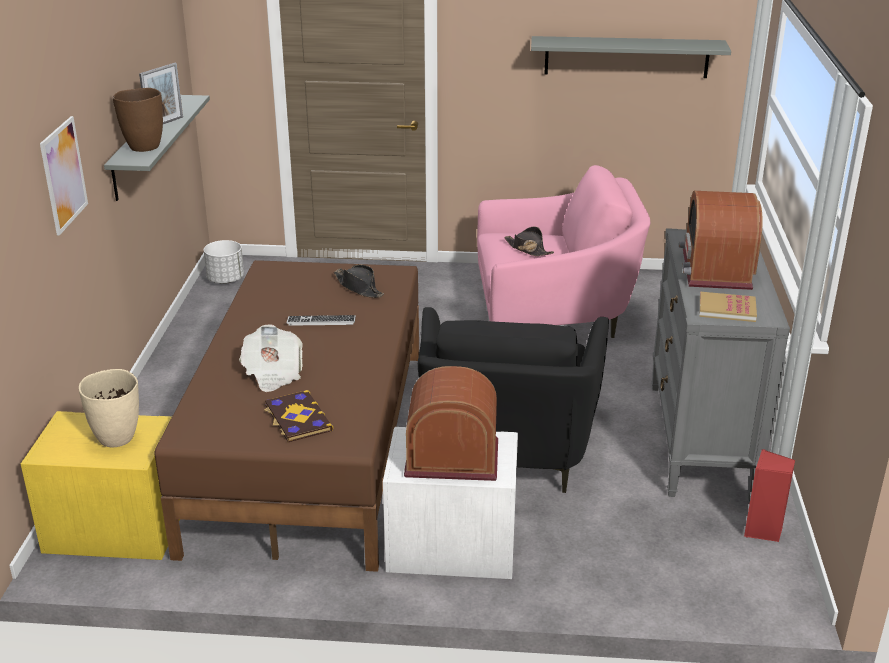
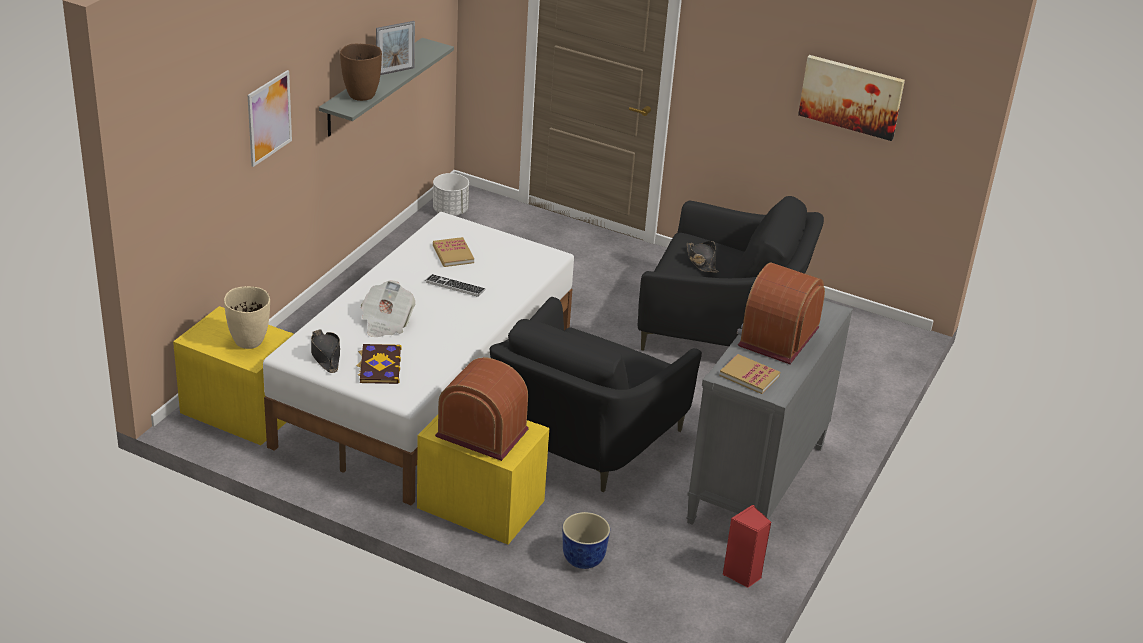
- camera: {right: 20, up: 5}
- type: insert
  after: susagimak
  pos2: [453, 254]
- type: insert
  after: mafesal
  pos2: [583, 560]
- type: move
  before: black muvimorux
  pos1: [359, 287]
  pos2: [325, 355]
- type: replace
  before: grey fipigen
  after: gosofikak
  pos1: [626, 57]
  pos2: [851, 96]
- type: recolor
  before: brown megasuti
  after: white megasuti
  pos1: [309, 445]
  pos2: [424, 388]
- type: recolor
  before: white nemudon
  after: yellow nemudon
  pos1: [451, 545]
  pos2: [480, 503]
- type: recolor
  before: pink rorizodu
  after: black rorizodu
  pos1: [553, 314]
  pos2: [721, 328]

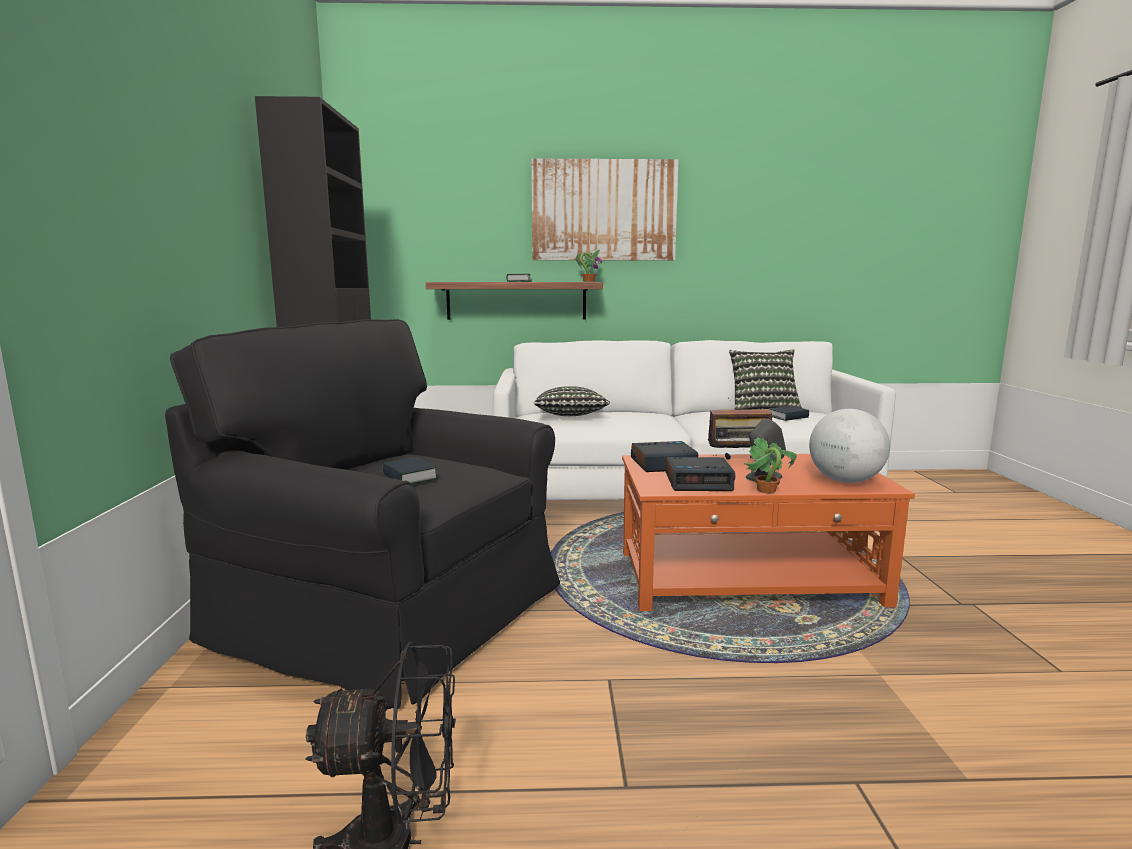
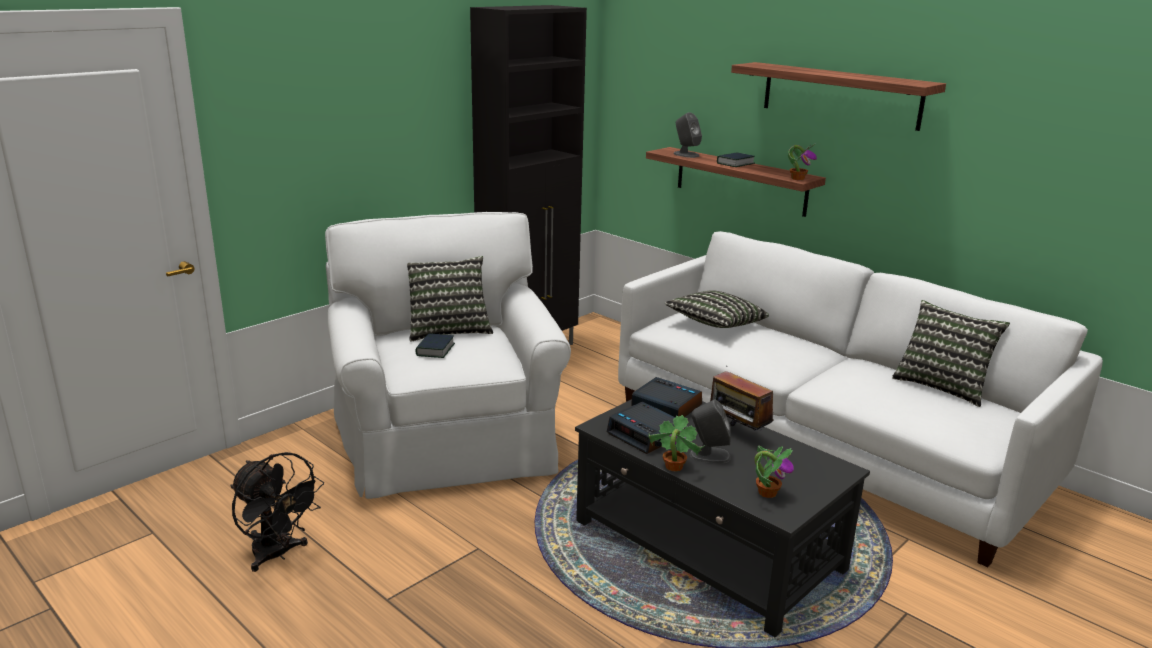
- camera: {right: 45, up: 10}
- type: delete
  before: susagimak
  pos1: [788, 417]
- type: insert
  after: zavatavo
  pos2: [448, 330]
- type: insert
  after: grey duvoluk
  pos2: [686, 154]
- type: replace
  before: gosofikak
  after: fipigen
  pos1: [604, 210]
  pos2: [840, 95]
- type: replace
  before: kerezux
  after: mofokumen
  pos1: [845, 481]
  pos2: [767, 492]
- type: recolor
  before: black rorizodu
  after: white rorizodu
  pos1: [395, 610]
  pos2: [447, 439]
- type: recolor
  before: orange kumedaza
  after: black kumedaza
  pos1: [748, 579]
  pos2: [708, 546]

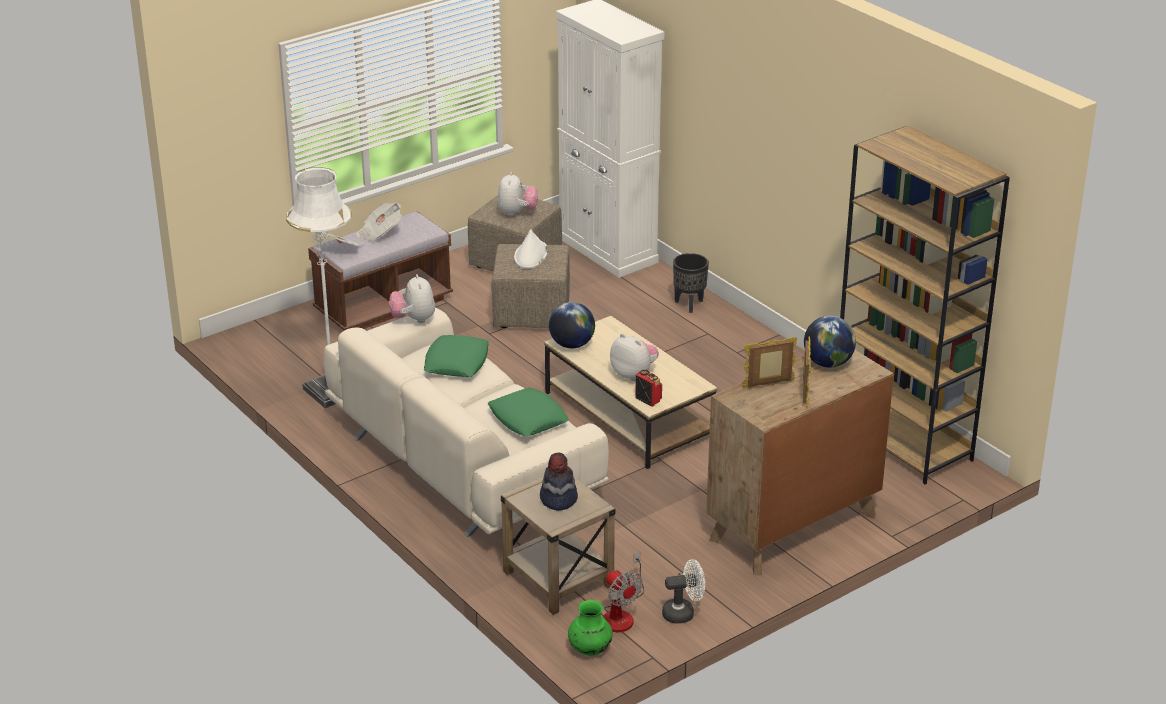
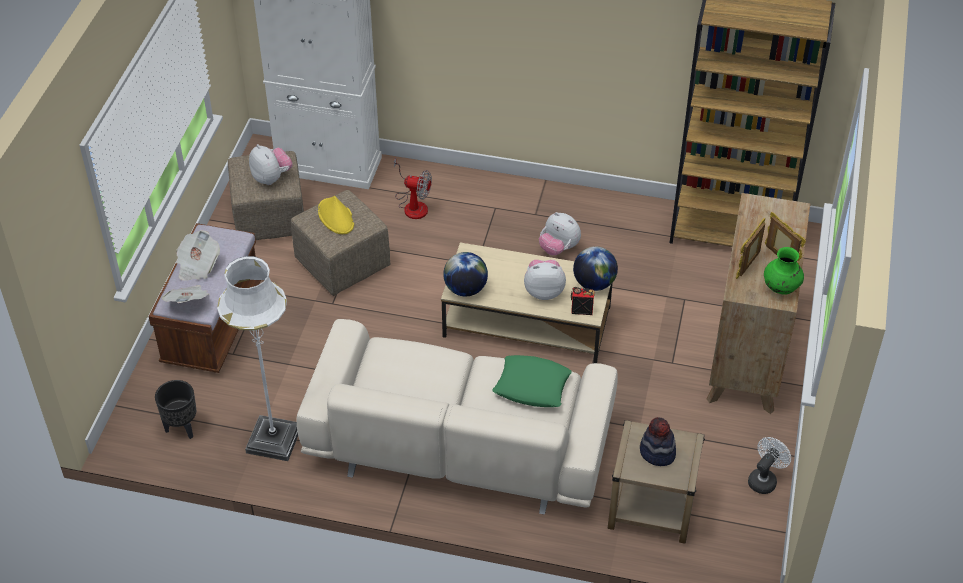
- camera: {right: -40, up: 15}
- type: delete
  before: green zavatavo
  pos1: [456, 363]
- type: move
  before: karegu
  pos1: [413, 319]
  pos2: [558, 248]
- type: move
  before: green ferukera
  pos1: [589, 649]
  pos2: [781, 288]
- type: move
  before: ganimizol
  pos1: [621, 614]
  pos2: [413, 204]
- type: move
  before: black mafesal
  pos1: [689, 304]
  pos2: [181, 428]
- type: move
  before: kerezux
  pos1: [828, 363]
  pos2: [594, 283]
- type: recolor
  before: white muvimorux
  after: yellow muvimorux
  pos1: [531, 255]
  pos2: [336, 217]

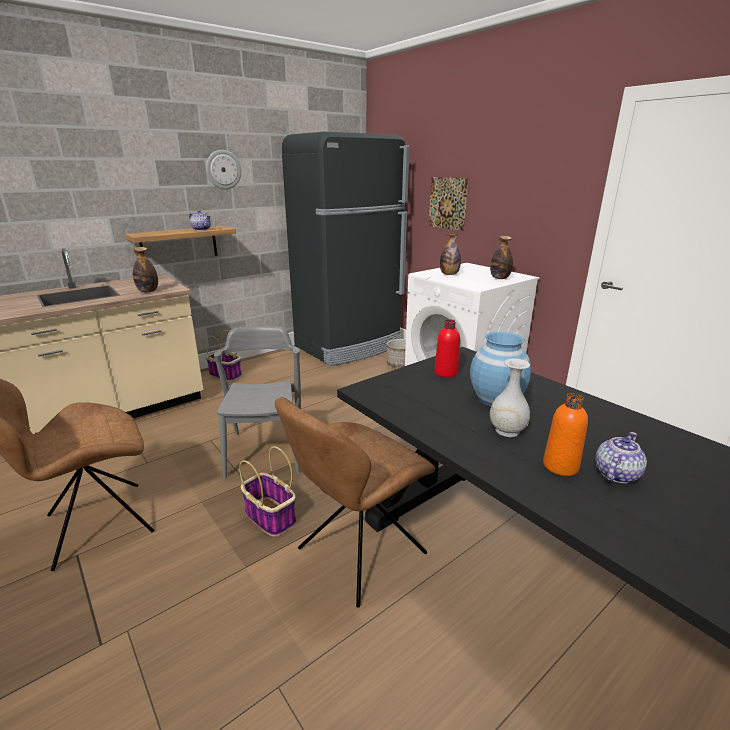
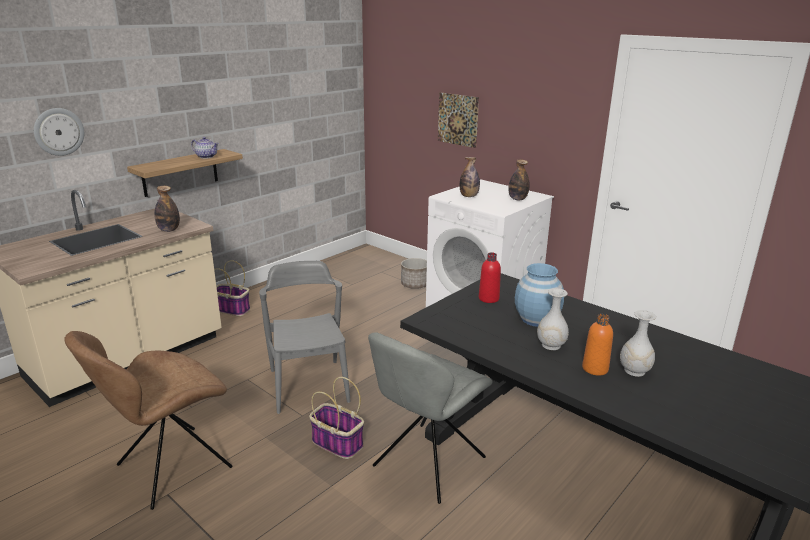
- camera: {right: -10, up: 0}
- type: delete
  before: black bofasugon
  pos1: [349, 346]
- type: move
  before: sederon
  pos1: [223, 169]
  pos2: [58, 131]
- type: replace
  before: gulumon
  after: white ferukera
  pos1: [615, 474]
  pos2: [634, 371]
- type: recolor
  before: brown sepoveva
  after: grey sepoveva
  pos1: [358, 553]
  pos2: [426, 464]

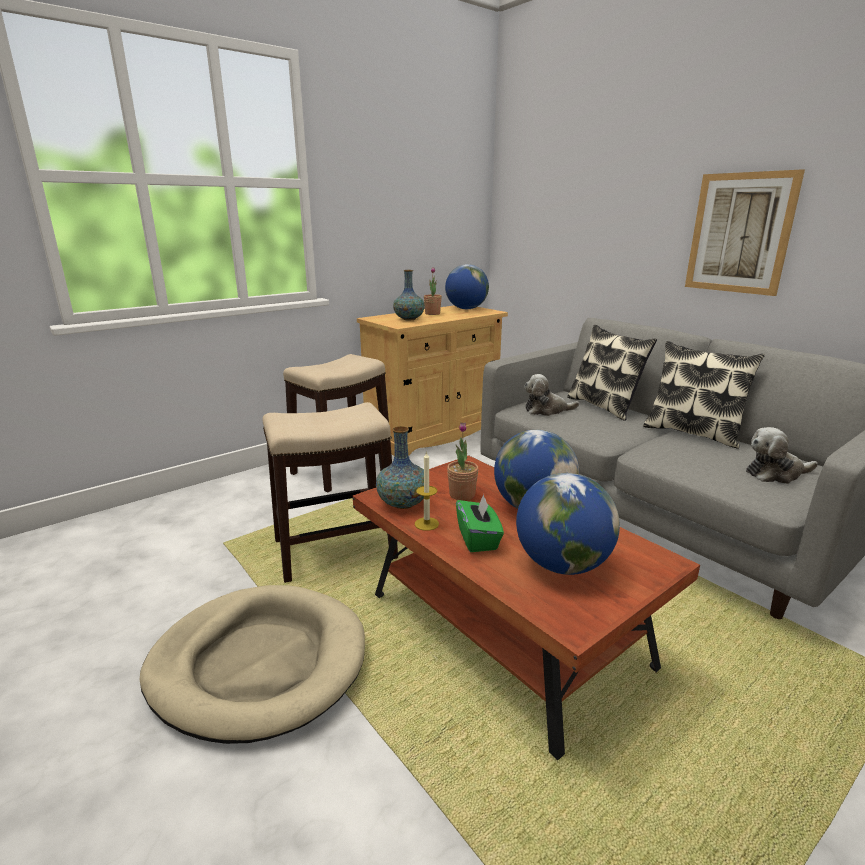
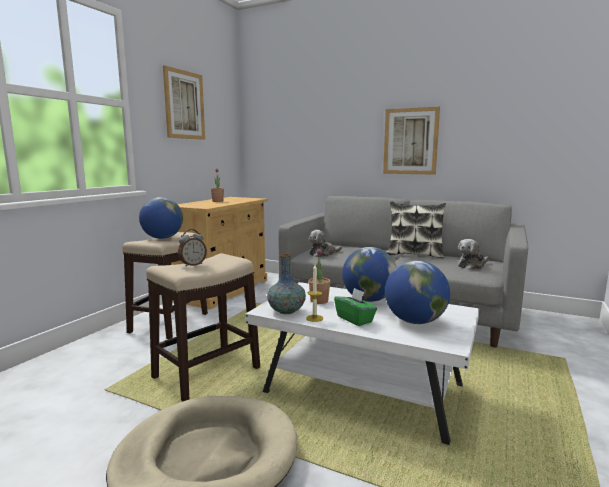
- camera: {right: -25, up: -10}
- type: delete
  before: ferukera
  pos1: [409, 319]
- type: delete
  before: zavatavo
  pos1: [604, 406]
- type: insert
  after: gosofikak
  pos2: [184, 105]
- type: insert
  after: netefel
  pos2: [192, 265]
- type: move
  before: kerezux
  pos1: [466, 309]
  pos2: [162, 238]
- type: recolor
  before: brown kumedaza
  after: white kumedaza
  pos1: [503, 631]
  pos2: [363, 390]

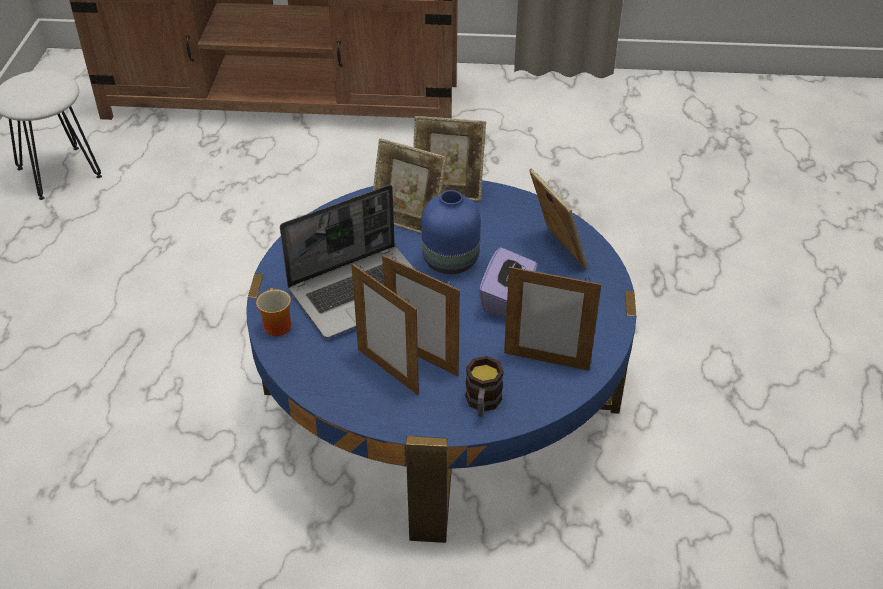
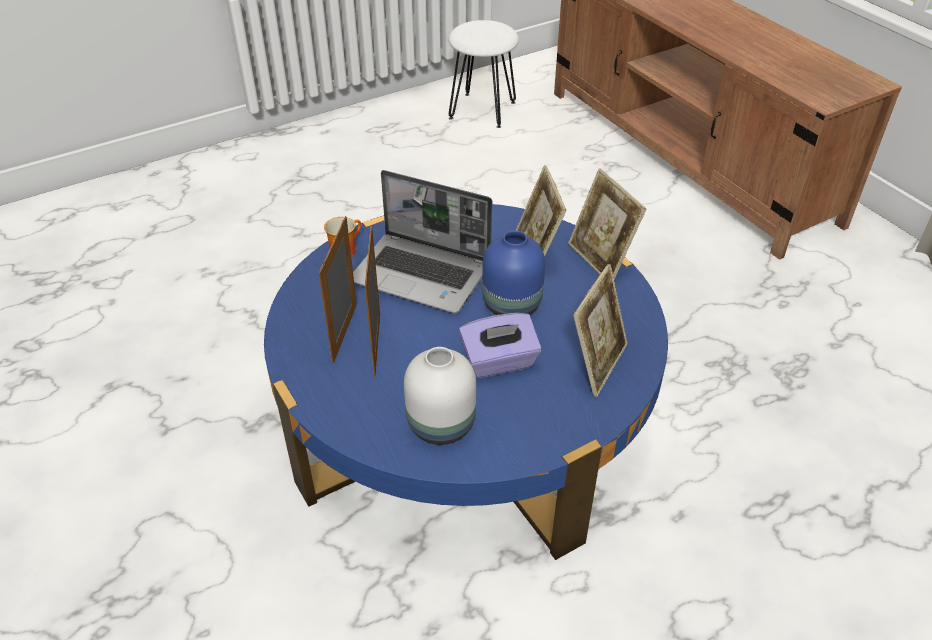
- camera: {right: 55, up: 0}
- type: delete
  before: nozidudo
  pos1: [482, 404]
- type: replace
  before: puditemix
  after: white ferukera
  pos1: [546, 361]
  pos2: [443, 425]

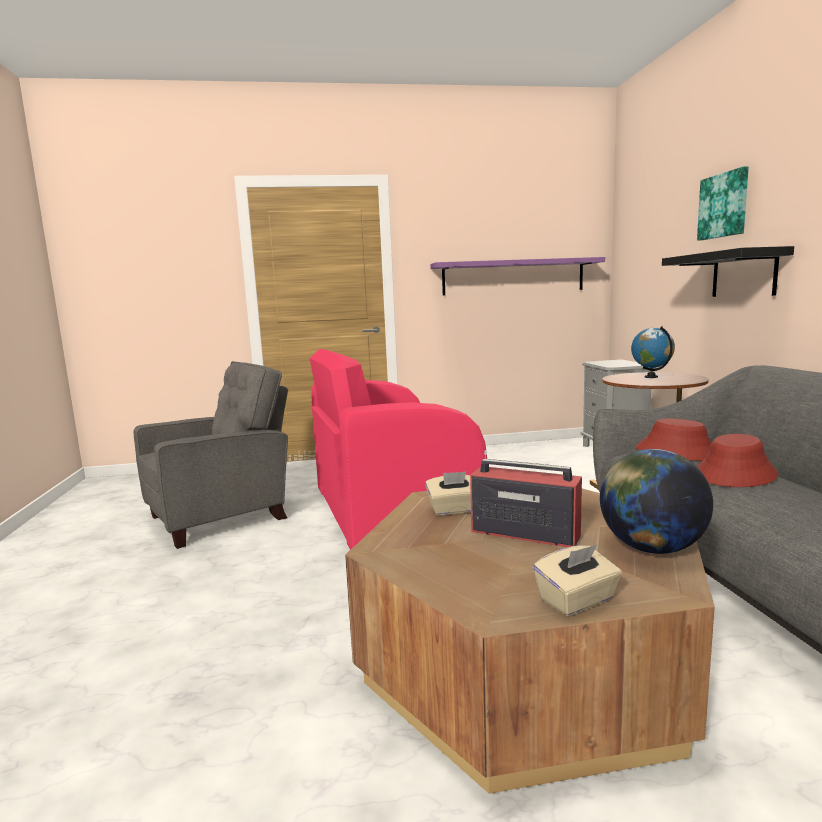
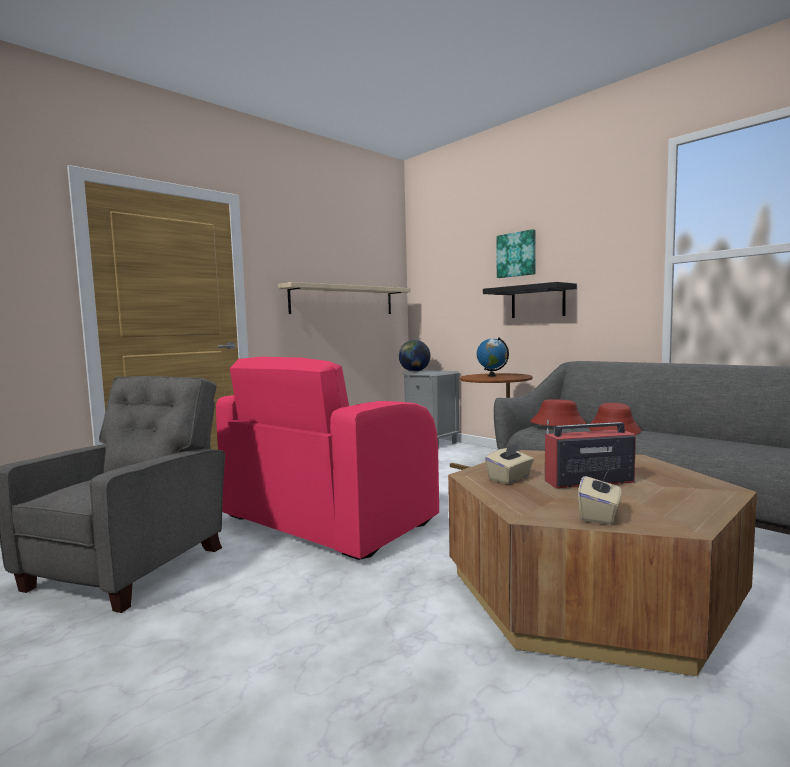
- camera: {right: -35, up: -5}
- type: move
  before: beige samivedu
  pos1: [577, 600]
  pos2: [599, 515]
- type: move
  before: kerezux
  pos1: [651, 548]
  pos2: [414, 371]
- type: recolor
  before: purple fipigen
  after: beige fipigen
  pos1: [513, 277]
  pos2: [343, 300]

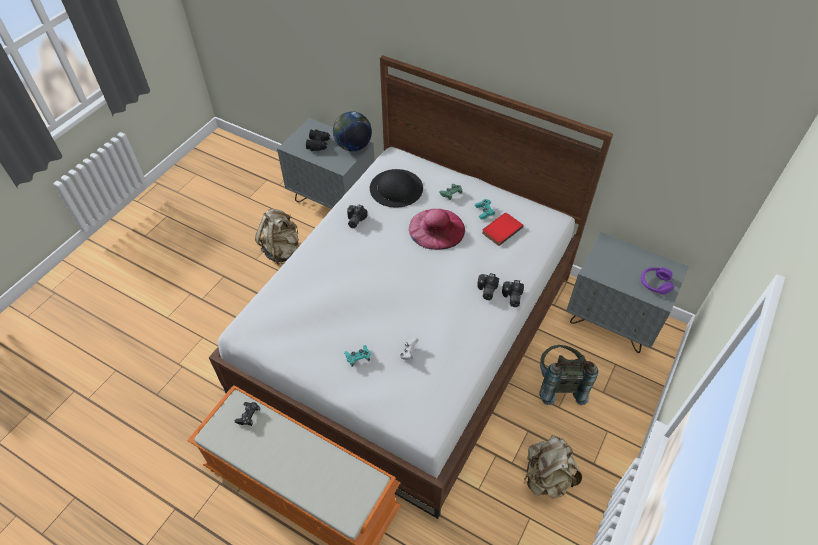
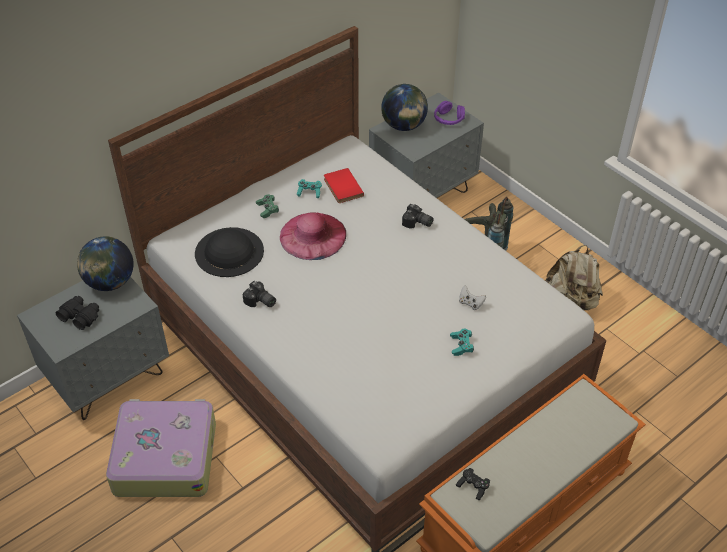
- camera: {right: -70, up: -5}
- type: delete
  before: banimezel
  pos1: [511, 297]
- type: insert
  after: kerezux
  pos2: [403, 126]
- type: replace
  before: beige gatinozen
  after: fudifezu
  pos1: [282, 250]
  pos2: [165, 456]

